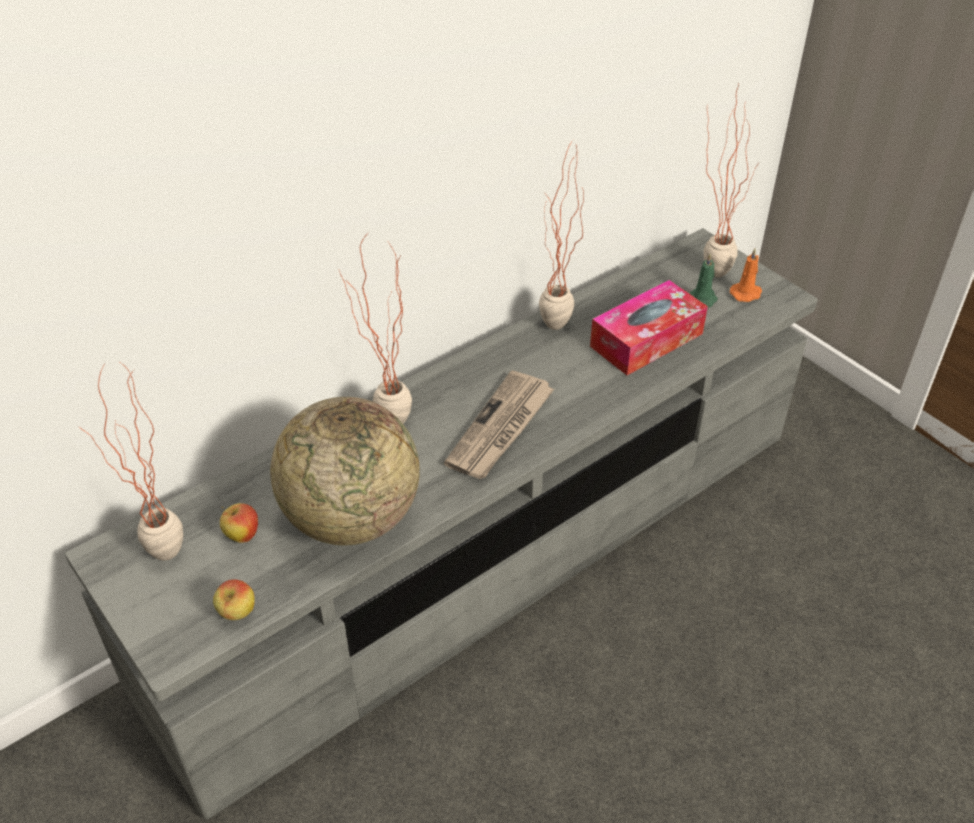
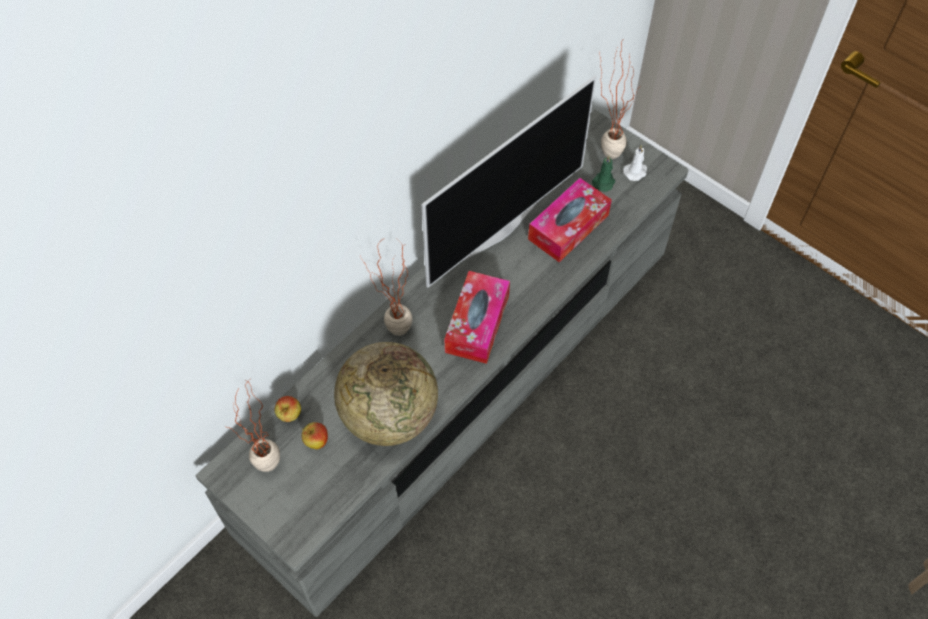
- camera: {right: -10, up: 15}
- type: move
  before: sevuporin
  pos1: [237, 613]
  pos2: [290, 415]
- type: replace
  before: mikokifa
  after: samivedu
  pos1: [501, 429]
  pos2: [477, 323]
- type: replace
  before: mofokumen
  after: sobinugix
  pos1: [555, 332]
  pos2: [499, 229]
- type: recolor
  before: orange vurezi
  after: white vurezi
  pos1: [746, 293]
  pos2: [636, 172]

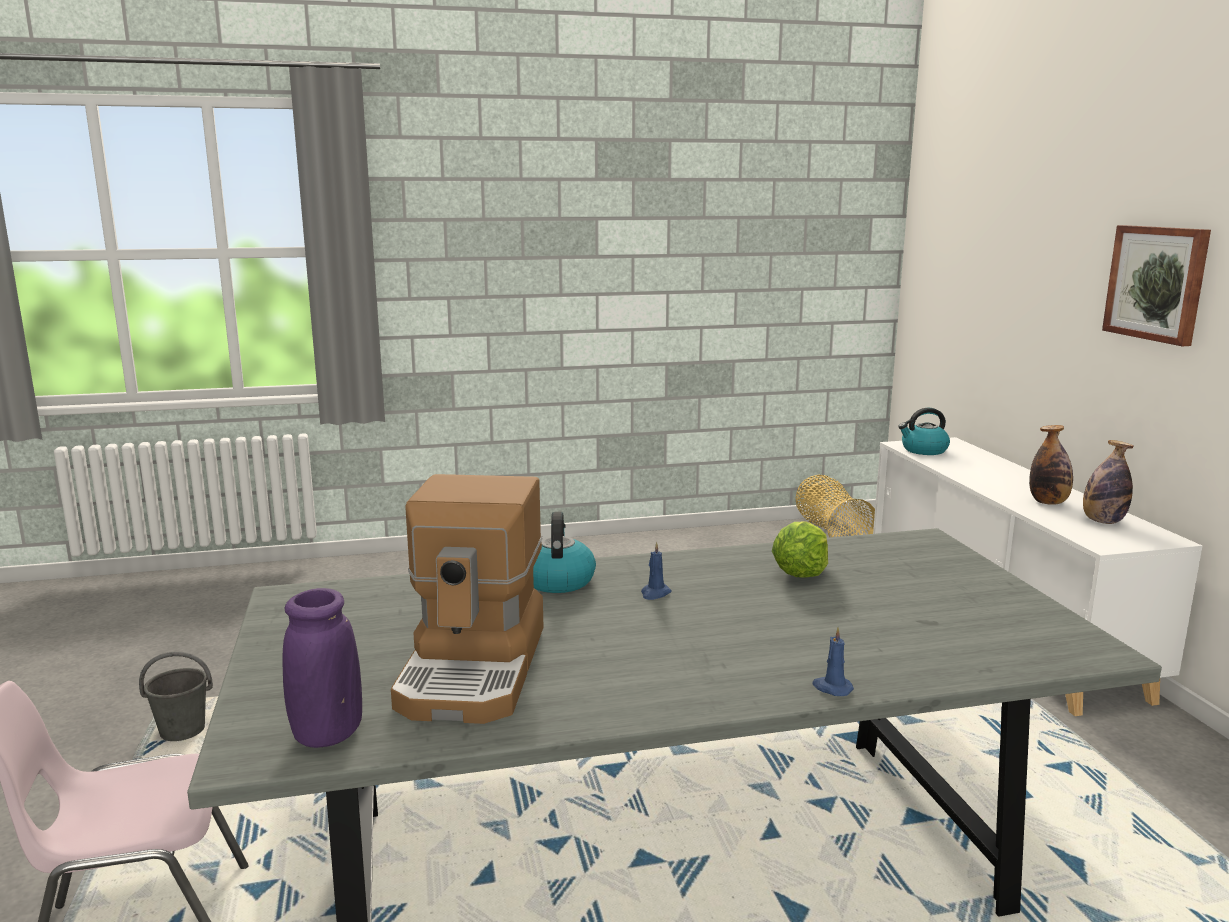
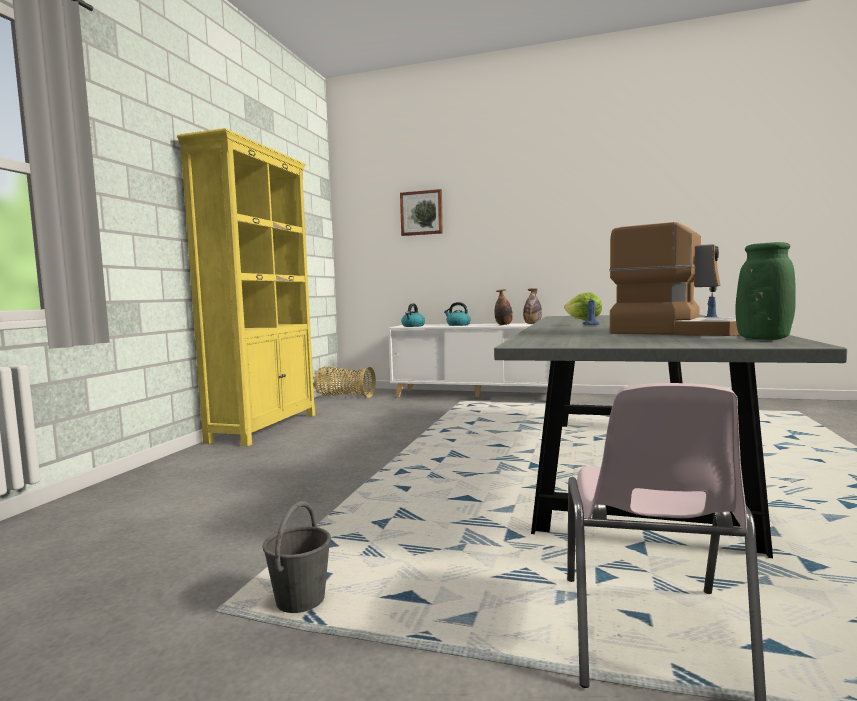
- camera: {right: -60, up: -10}
- type: insert
  after: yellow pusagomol
  pos2: [265, 427]
- type: move
  before: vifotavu
  pos1: [558, 580]
  pos2: [458, 325]
- type: move
  before: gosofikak
  pos1: [1157, 283]
  pos2: [421, 213]
- type: recolor
  before: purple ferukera
  after: green ferukera
  pos1: [328, 734]
  pos2: [763, 339]

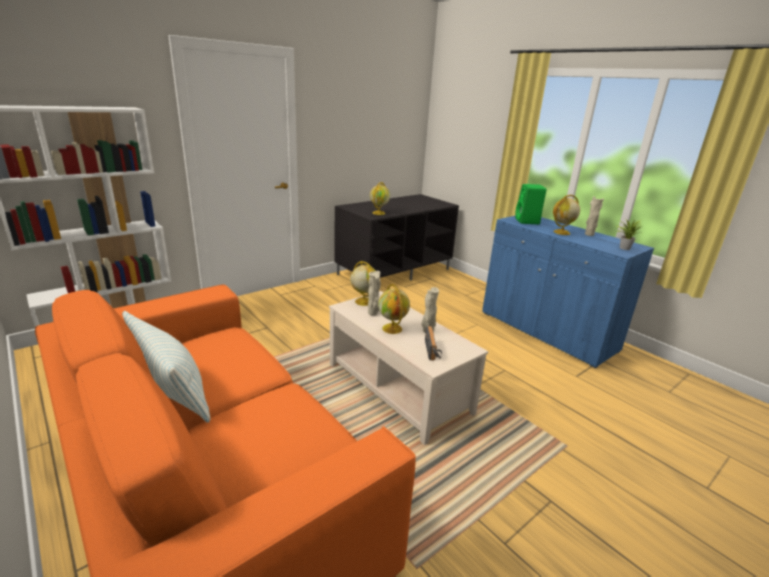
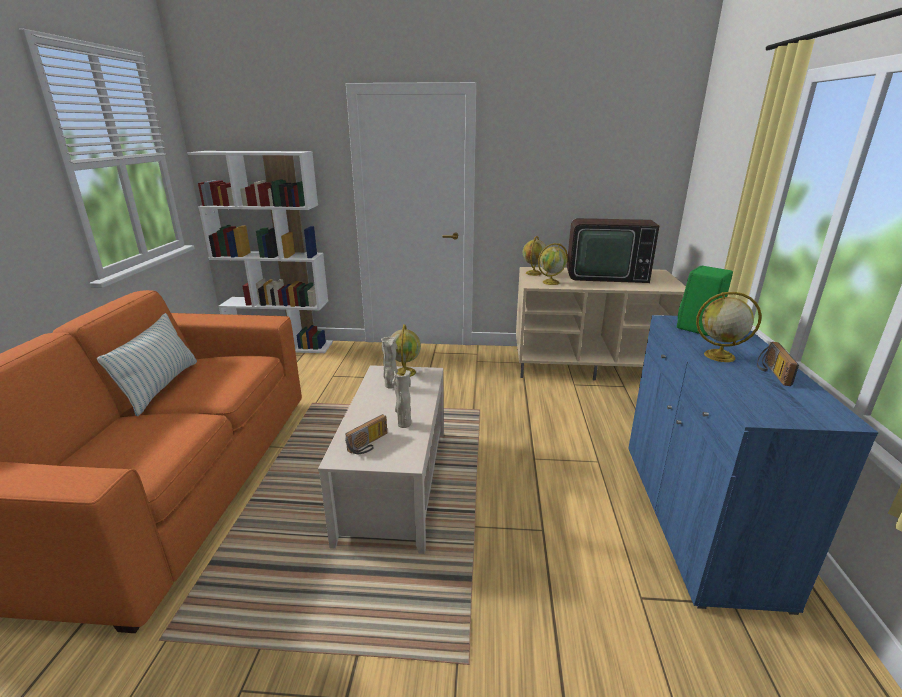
- camera: {right: 45, up: 0}
- type: delete
  before: mofokumen
  pos1: [623, 248]
- type: insert
  after: sobinugix
  pos2: [604, 275]
- type: move
  before: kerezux
  pos1: [392, 329]
  pos2: [533, 273]
- type: replace
  before: beige ferukera
  after: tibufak
  pos1: [589, 234]
  pos2: [771, 372]
- type: recolor
  before: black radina
  after: beige radina
  pos1: [394, 271]
  pos2: [589, 364]

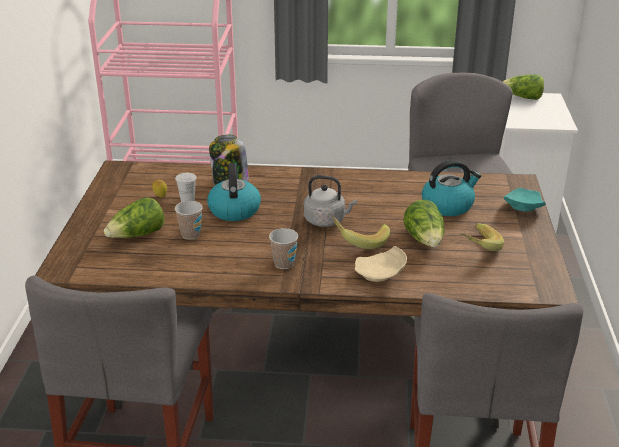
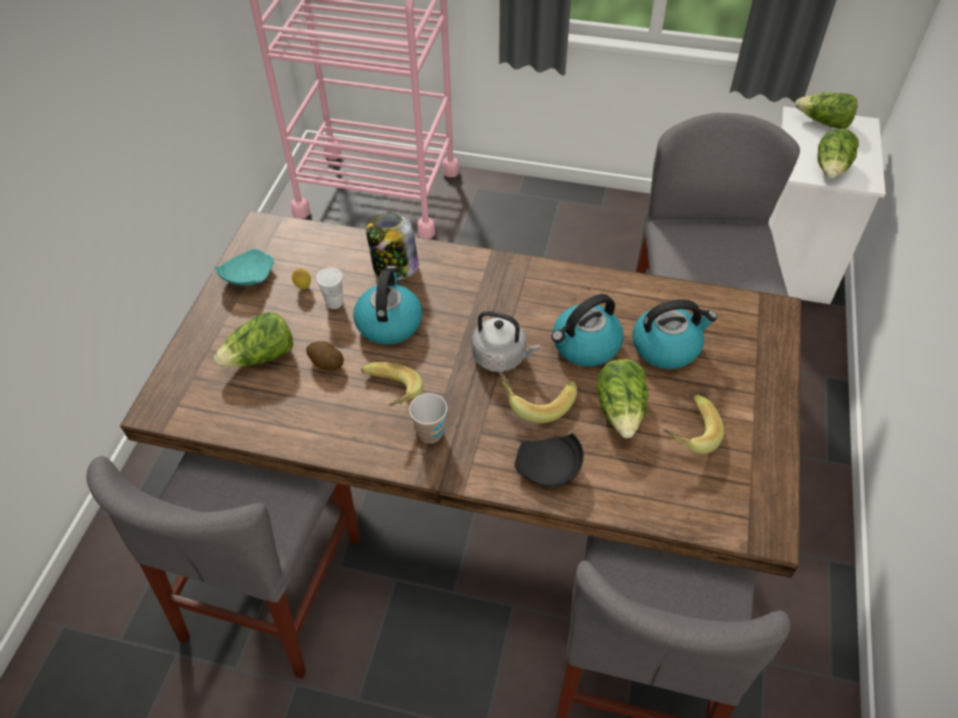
- camera: {right: 10, up: 20}
- type: insert
  after: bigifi
  pos2: [390, 397]
- type: insert
  after: vifotavu
  pos2: [585, 346]
- type: insert
  after: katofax
  pos2: [831, 168]
- type: move
  before: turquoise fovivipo
  pos1: [522, 207]
  pos2: [247, 277]
- type: replace
  before: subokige
  after: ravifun
  pos1: [190, 234]
  pos2: [326, 363]
- type: recolor
  before: beige fovivipo
  after: black fovivipo
  pos1: [381, 274]
  pos2: [549, 469]

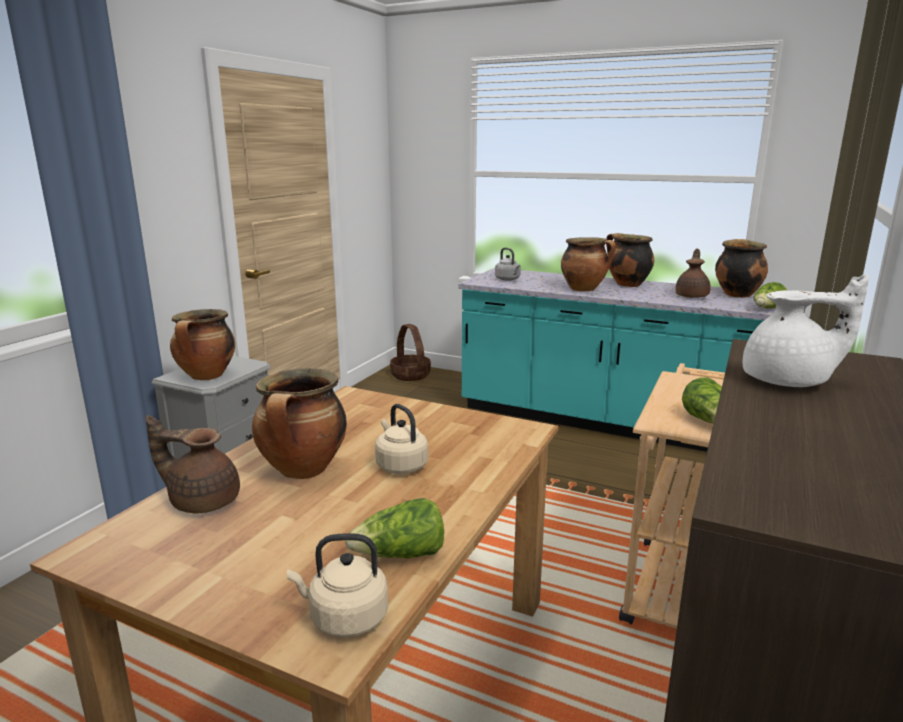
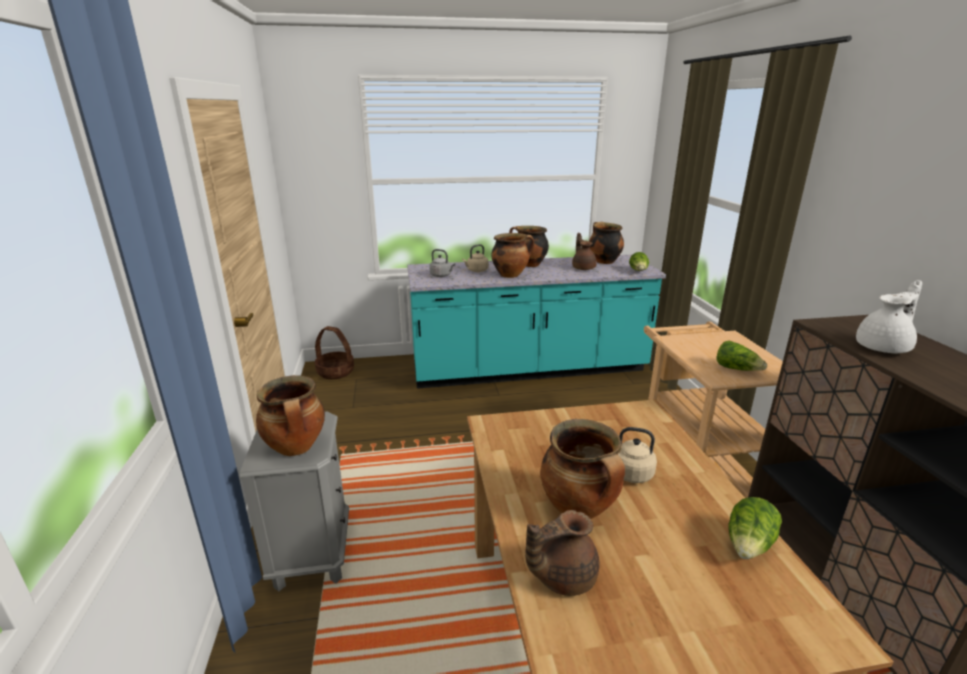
- camera: {right: -35, up: 5}
- type: move
  before: beige vifotavu
  pos1: [344, 618]
  pos2: [476, 271]

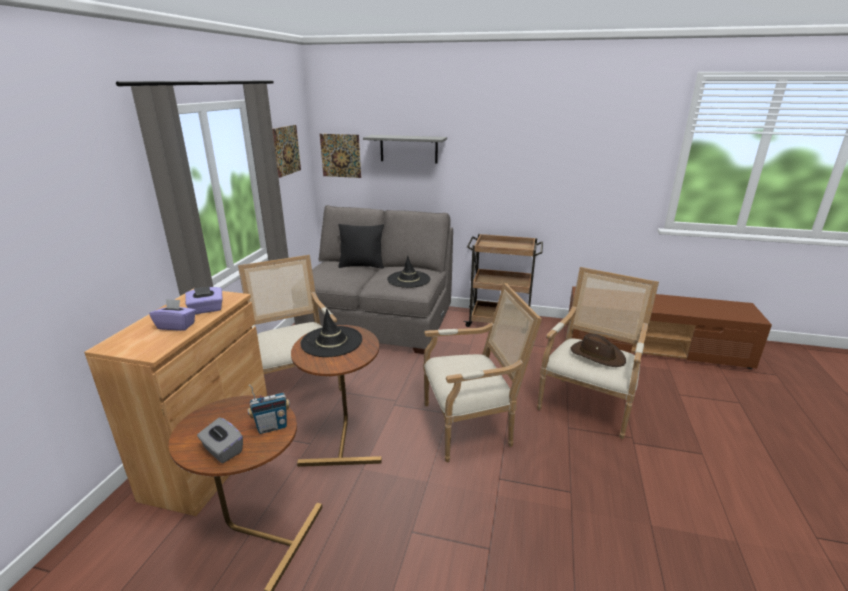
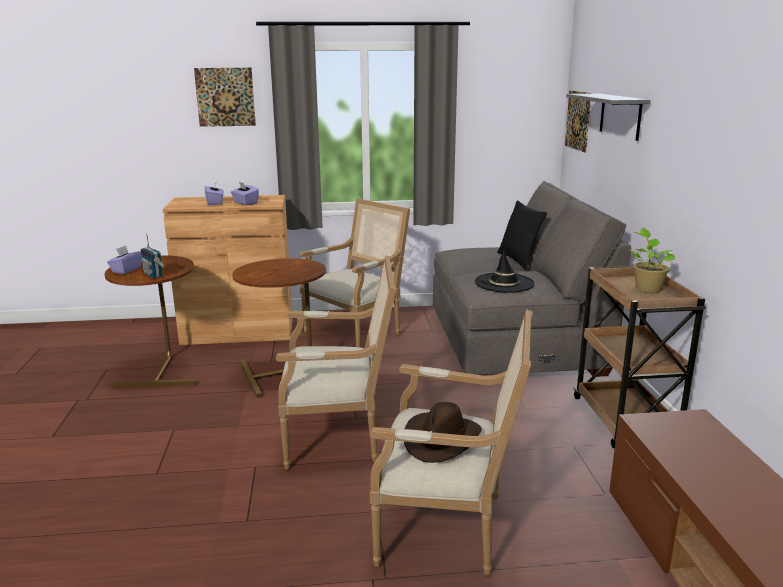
- camera: {right: 70, up: -5}
- type: delete
  before: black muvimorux
  pos1: [331, 341]
- type: insert
  after: mofokumen
  pos2: [647, 288]
- type: move
  before: gosofikak
  pos1: [287, 150]
  pos2: [225, 97]
- type: recolor
  before: grey samivedu
  after: purple samivedu
  pos1: [222, 450]
  pos2: [126, 270]
- type: rotate
  before: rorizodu
  pos1: [472, 426]
  pos2: [339, 436]
  turn: -60

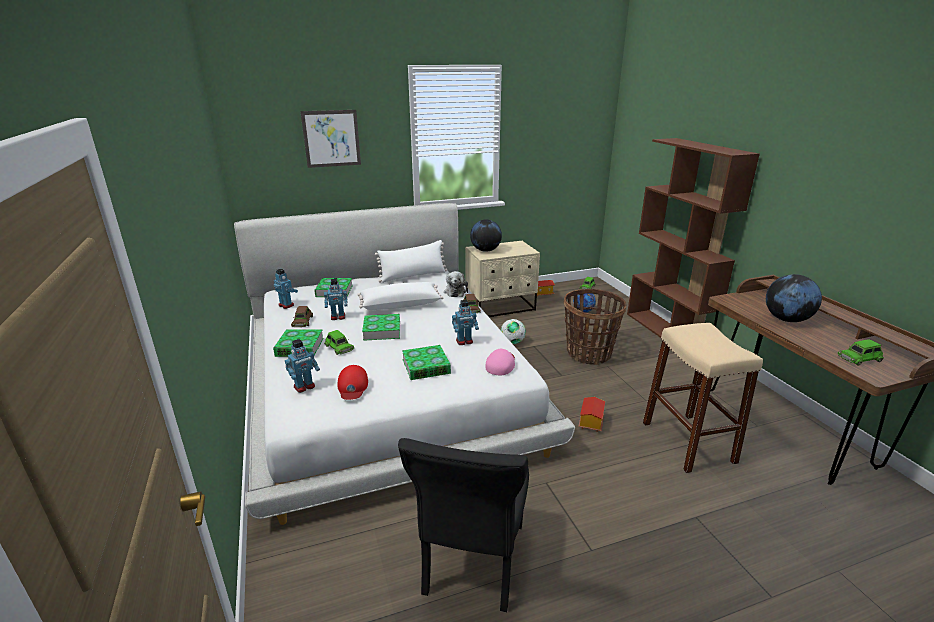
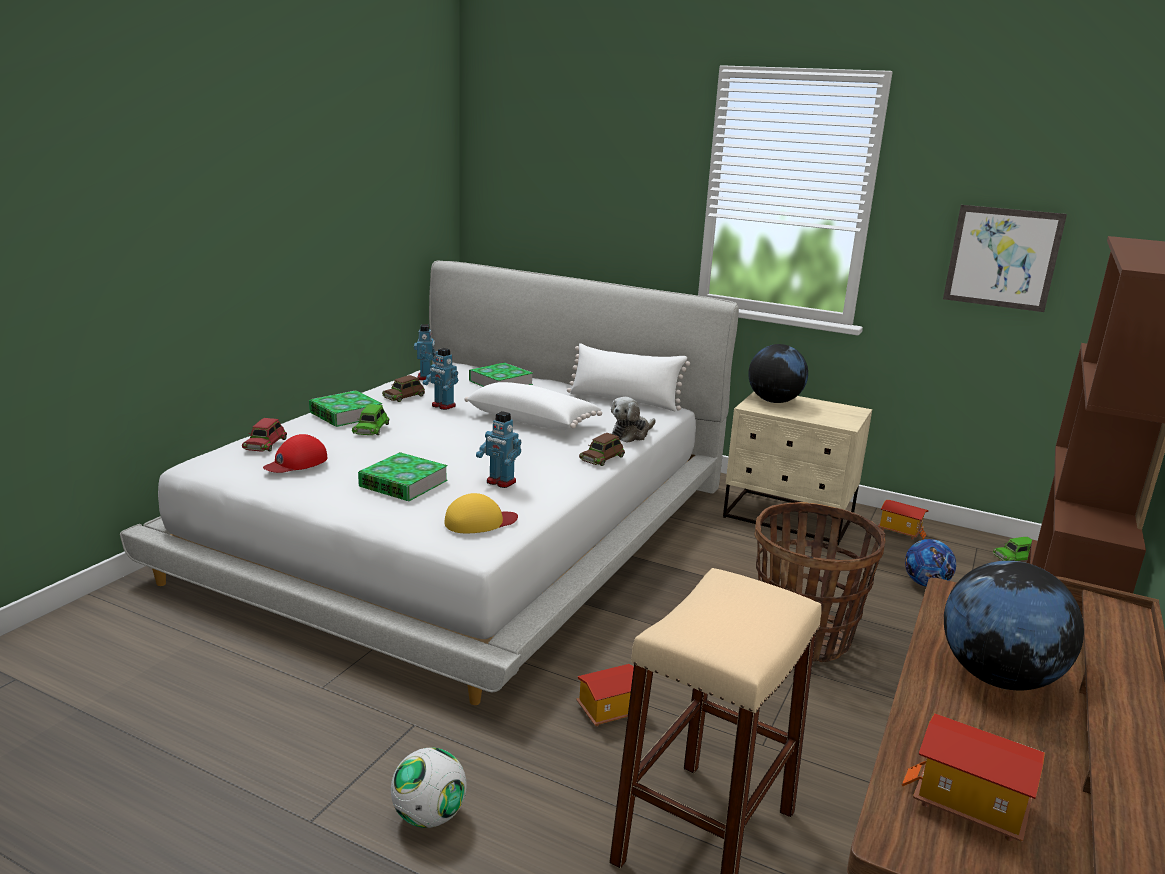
- camera: {right: 45, up: -5}
- type: delete
  before: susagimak
  pos1: [382, 330]
- type: delete
  before: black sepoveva
  pos1: [472, 562]
- type: move
  before: gosofikak
  pos1: [331, 138]
  pos2: [1002, 258]
- type: move
  before: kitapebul
  pos1: [512, 342]
  pos2: [429, 816]
- type: replace
  before: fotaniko
  after: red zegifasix
  pos1: [304, 387]
  pos2: [265, 443]
- type: replace
  before: green zegifasix
  after: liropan
  pos1: [859, 358]
  pos2: [968, 806]
- type: recolor
  before: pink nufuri
  after: yellow nufuri
  pos1: [501, 364]
  pos2: [480, 522]

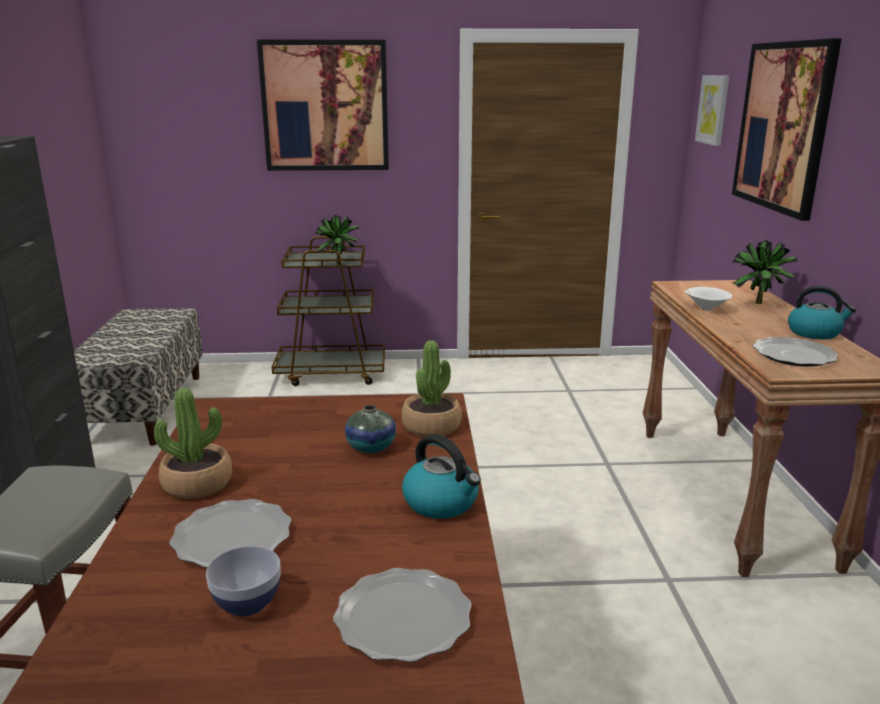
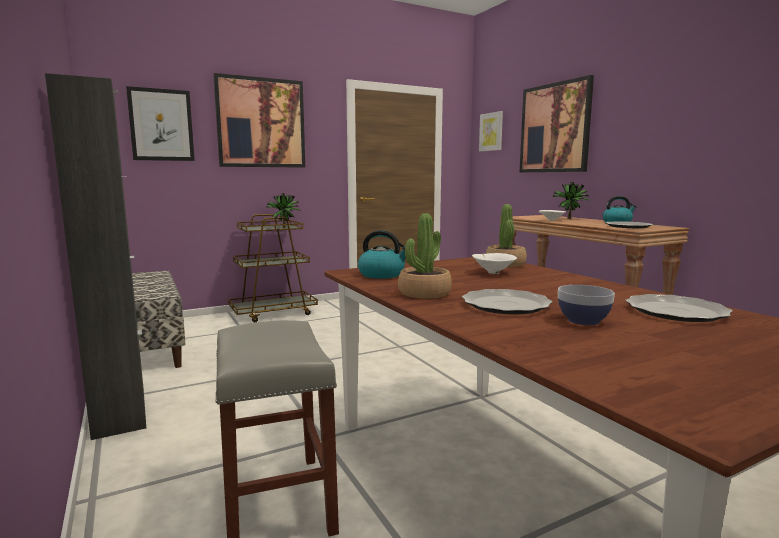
- camera: {right: -25, up: -10}
- type: insert
  after: gosofikak
  pos2: [161, 125]
- type: move
  before: vifotavu
  pos1: [442, 503]
  pos2: [382, 274]
- type: replace
  before: ferukera
  after: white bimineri
  pos1: [371, 447]
  pos2: [492, 272]

